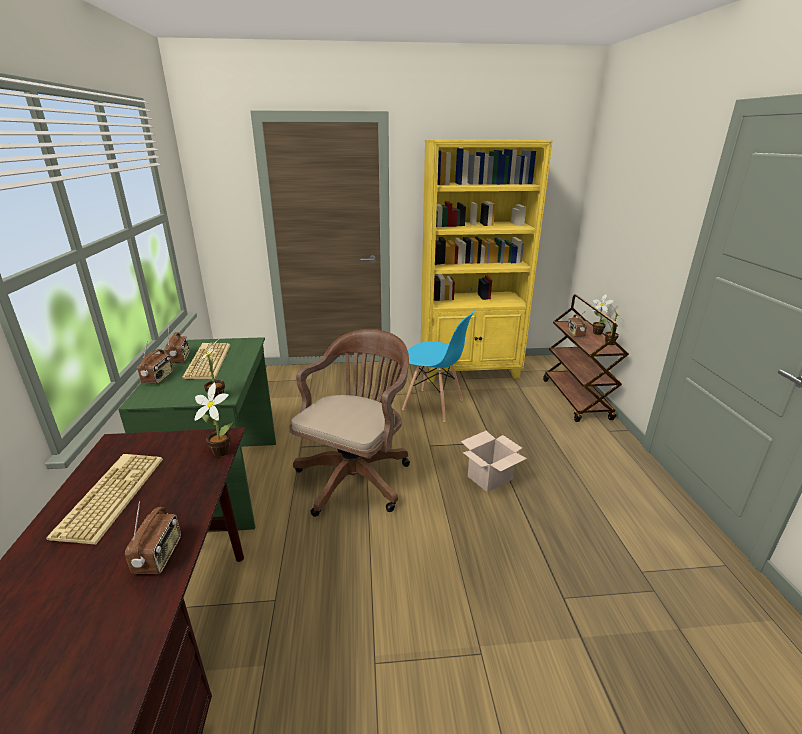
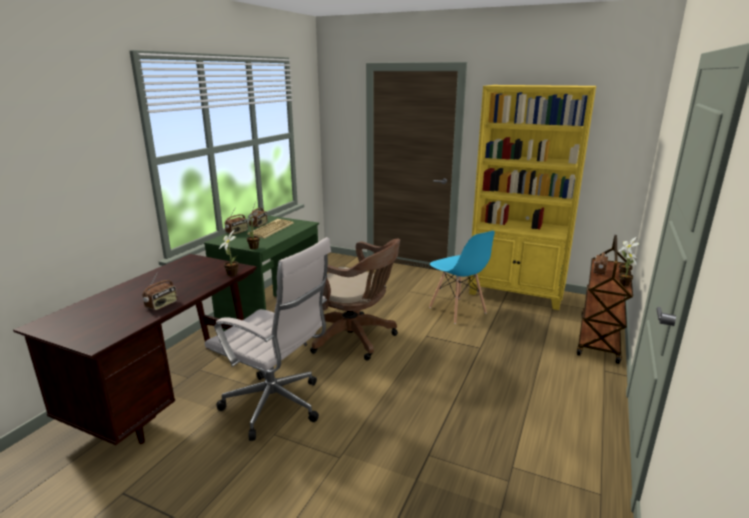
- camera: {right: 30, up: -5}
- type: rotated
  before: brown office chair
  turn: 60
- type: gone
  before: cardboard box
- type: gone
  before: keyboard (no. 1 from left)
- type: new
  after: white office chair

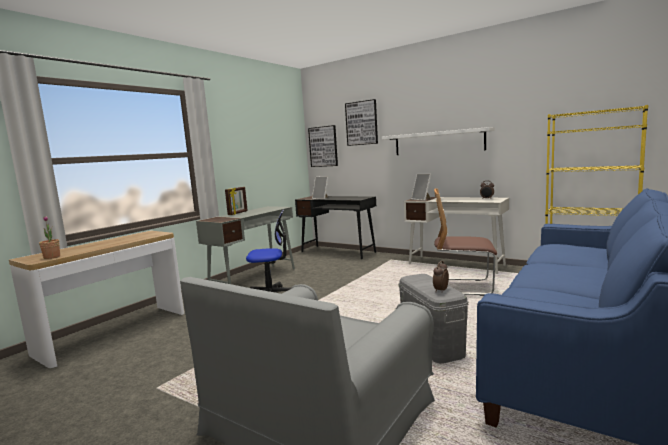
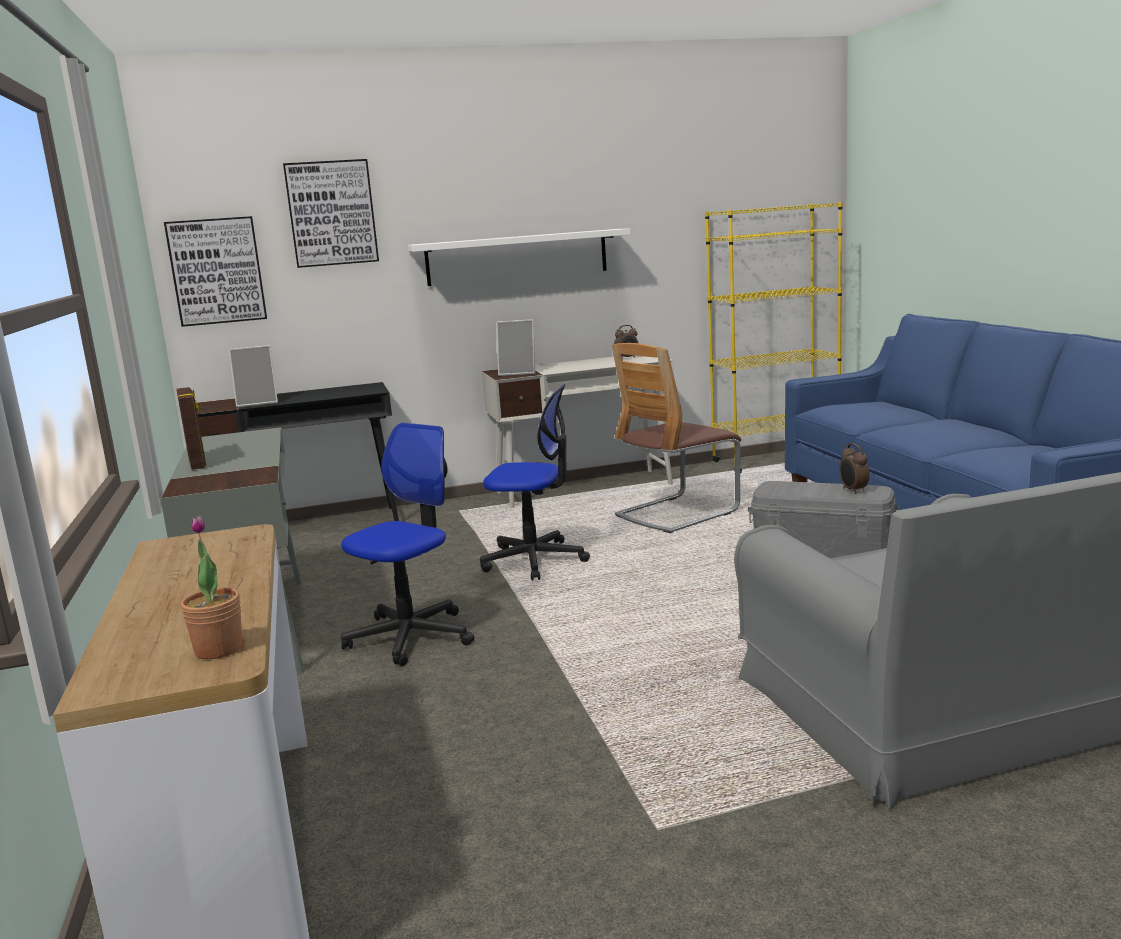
- camera: {right: -50, up: 5}
- type: new
  after: office chair (no. 2 from left)

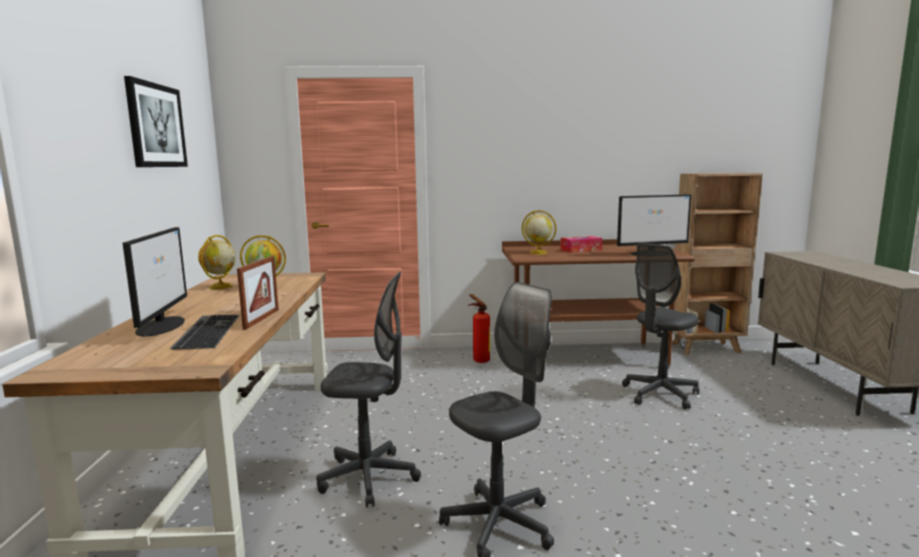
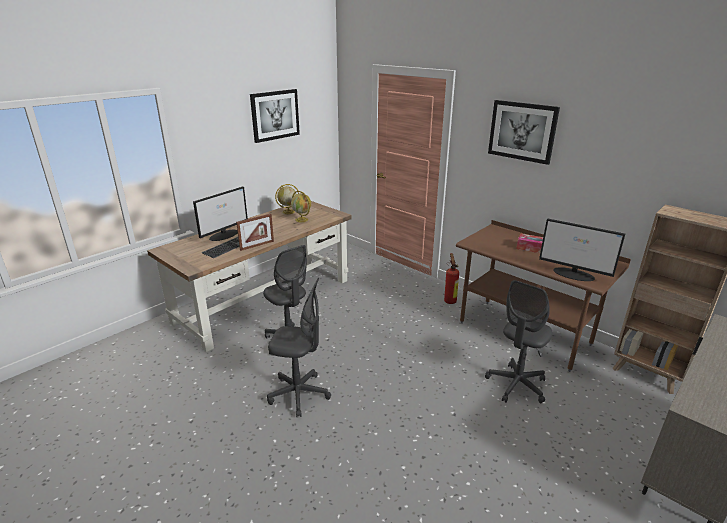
- camera: {right: 45, up: 15}
- type: gone
  before: globe (no. 3 from left)
- type: rotated
  before: grey office chair (no. 3 from left)
  turn: -60
- type: new
  after: picture (no. 2 from left)

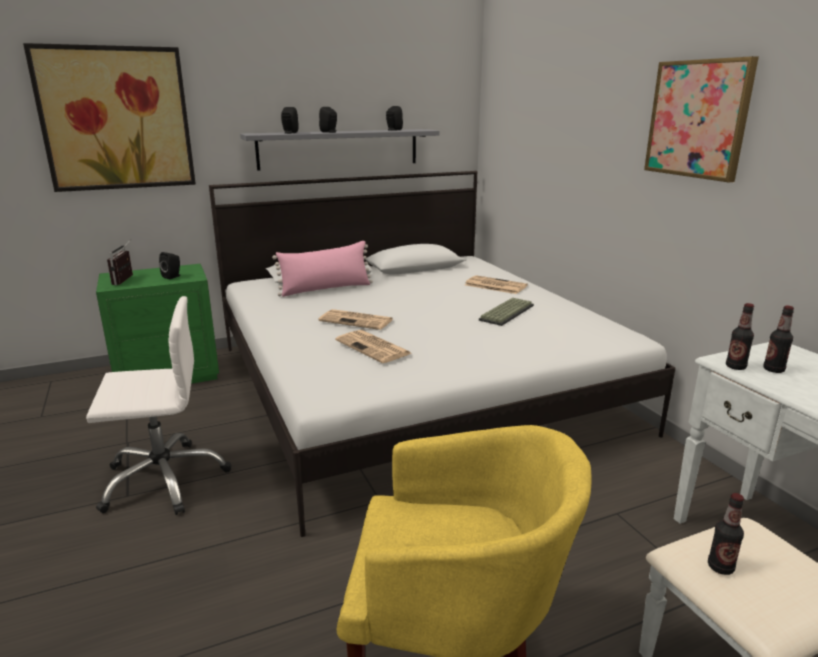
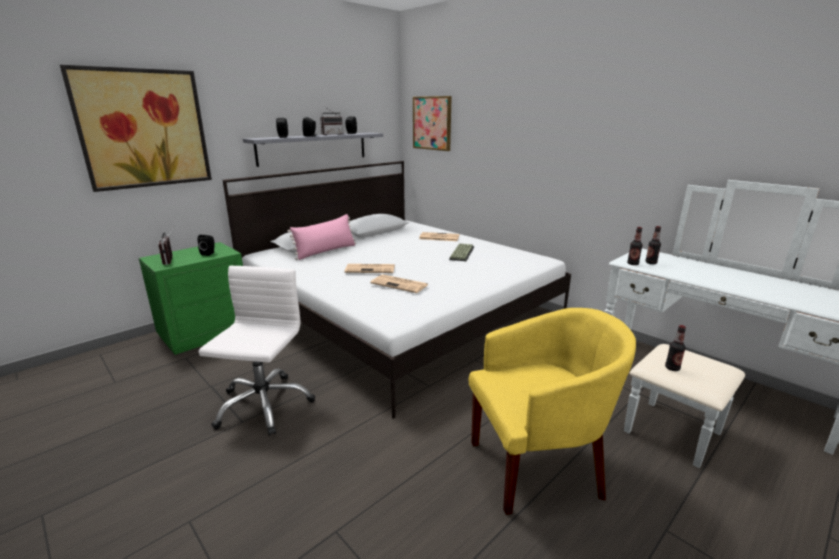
- camera: {right: -20, up: 0}
- type: shifted
  before: picture (no. 2 from left)
- type: rotated
  before: white office chair
  turn: -45
- type: new
  after: radio (no. 2 from left)

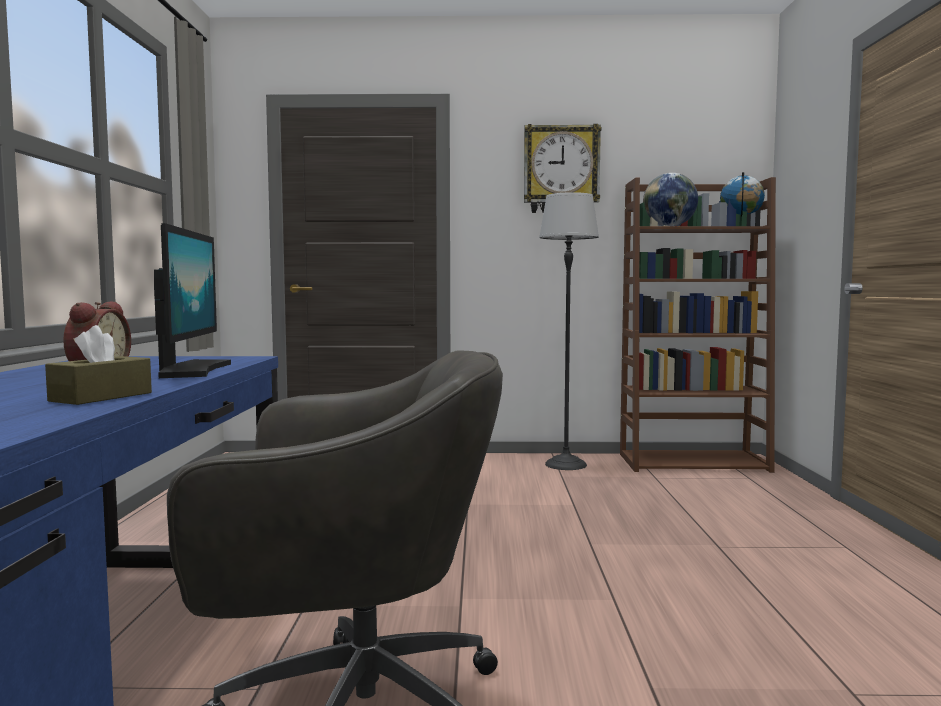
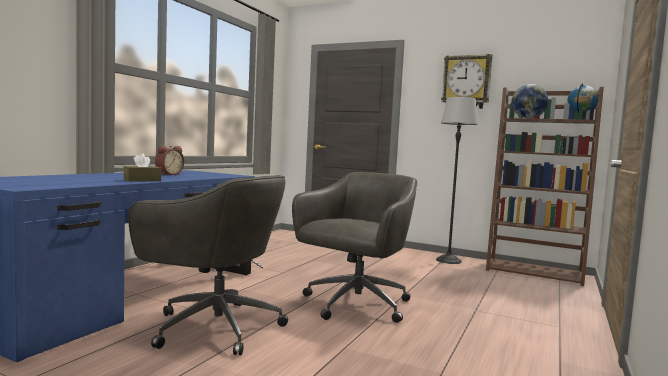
- camera: {right: 25, up: 0}
- type: gone
  before: monitor
- type: new
  after: grey office chair (no. 2 from left)

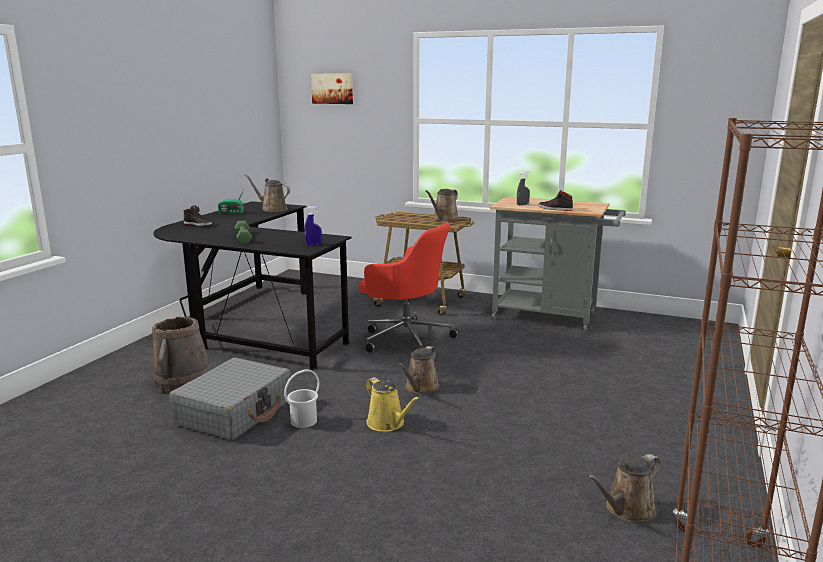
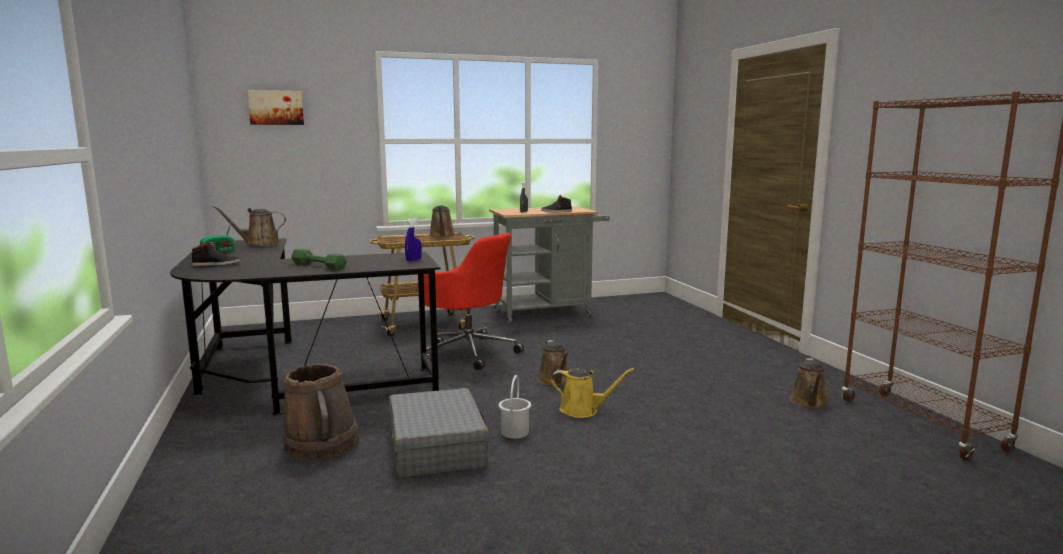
- camera: {right: -40, up: -5}
- type: rotated
  before: red office chair
  turn: 45

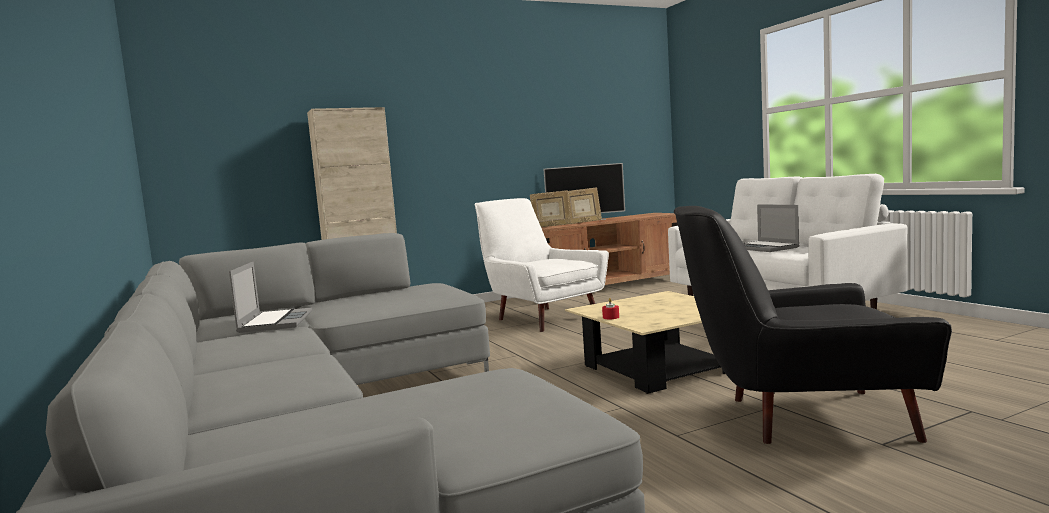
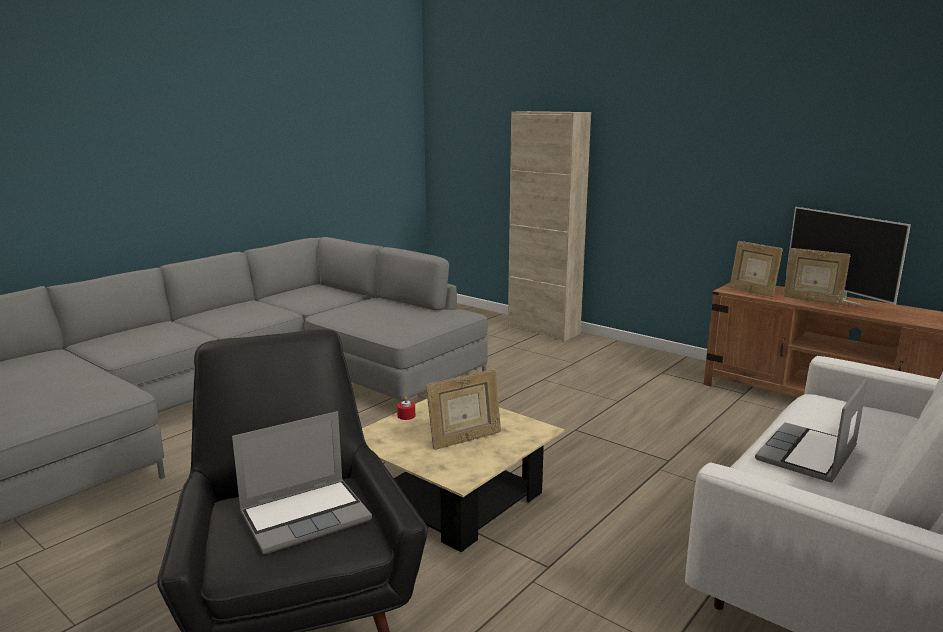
- camera: {right: 65, up: 10}
- type: gone
  before: white armchair
- type: shifted
  before: laptop (no. 1 from left)
- type: new
  after: picture frame (no. 1 from left)

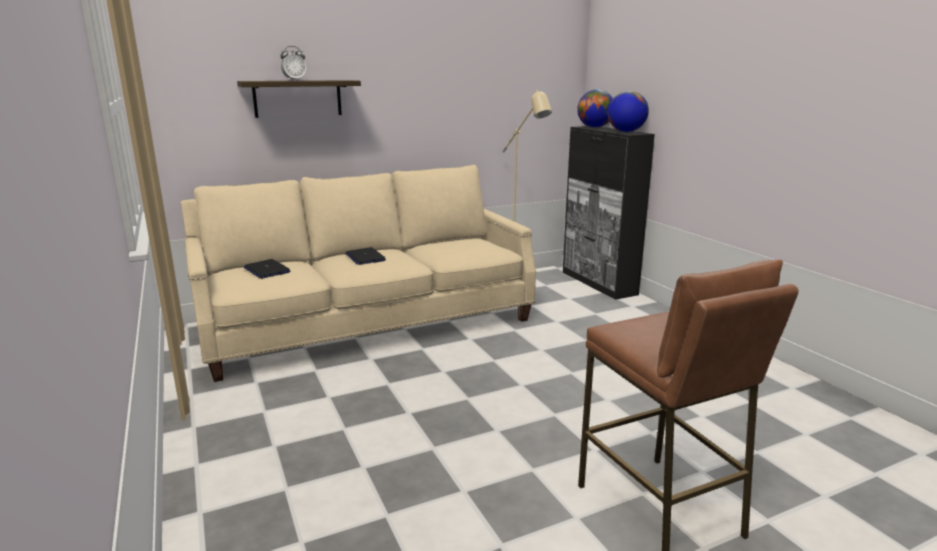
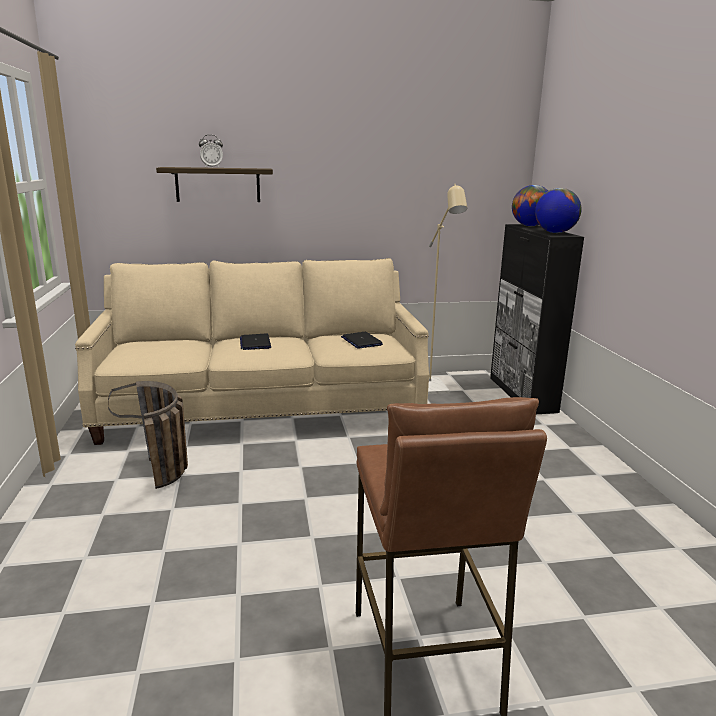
- camera: {right: 15, up: 0}
- type: shifted
  before: laptop (no. 1 from left in the first image)
  after: laptop (no. 2 from left)
- type: new
  after: basket

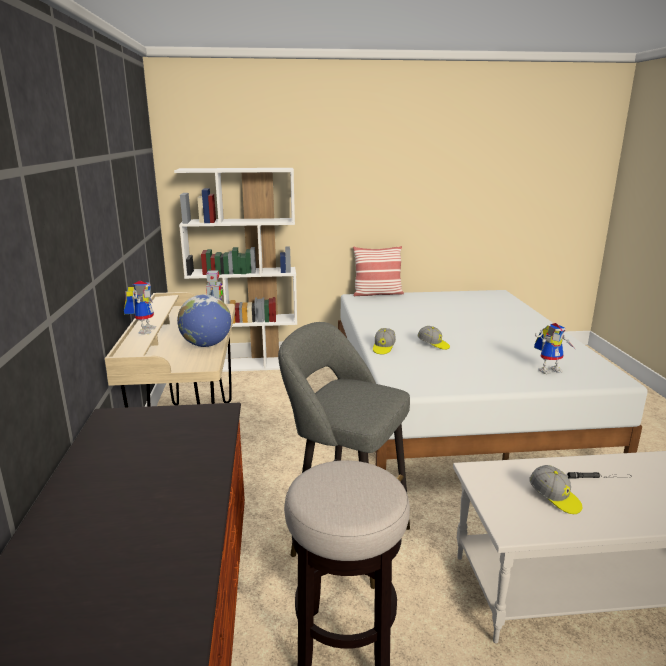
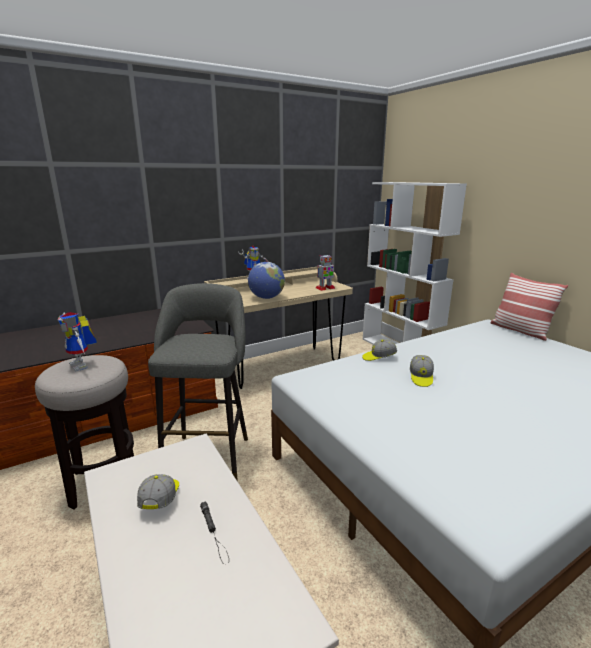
- camera: {right: 65, up: 0}
- type: shifted
  before: toy robot (no. 3 from left in the first image)
  after: toy robot (no. 1 from left)
- type: rotated
  before: cap (no. 3 from left in the first image)
  turn: 150

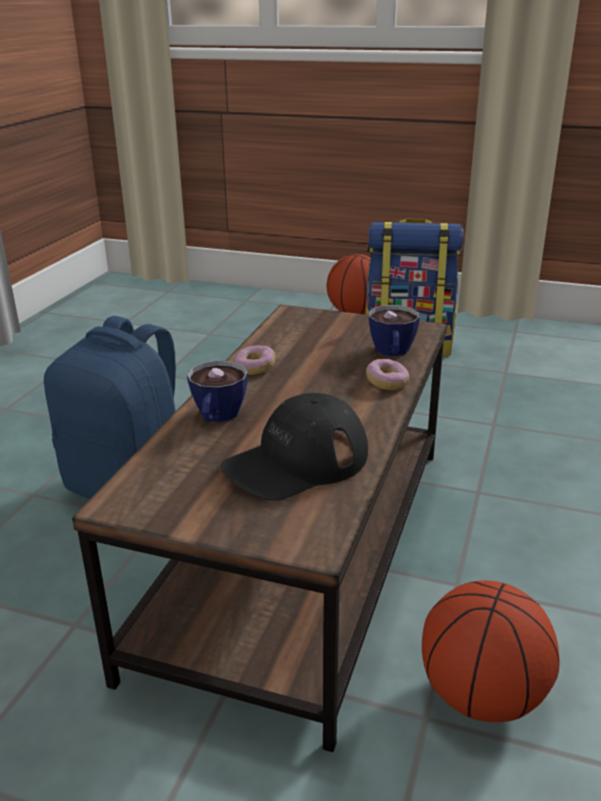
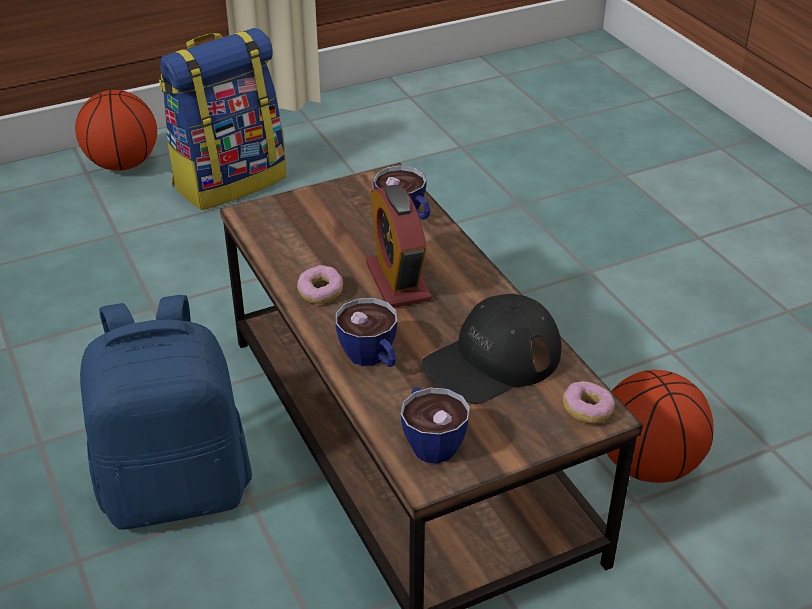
- camera: {right: -45, up: 10}
- type: shifted
  before: donut (no. 2 from left)
- type: rotated
  before: black cap
  turn: 45
- type: new
  after: alarm clock
- type: new
  after: cup (no. 3 from left)

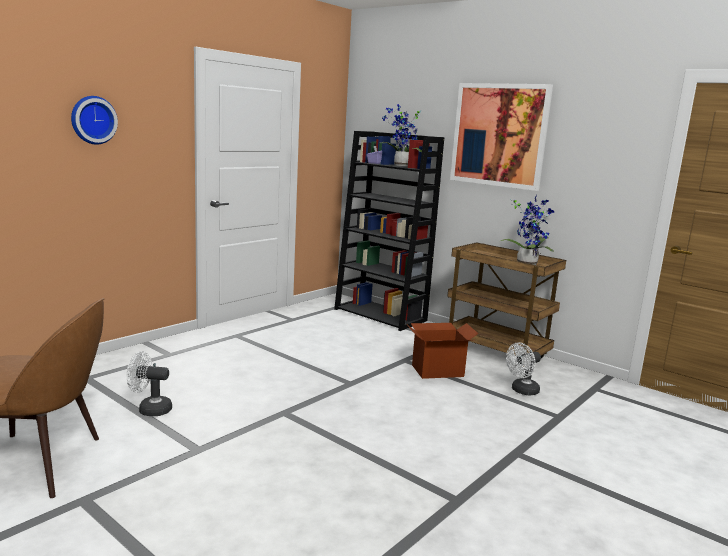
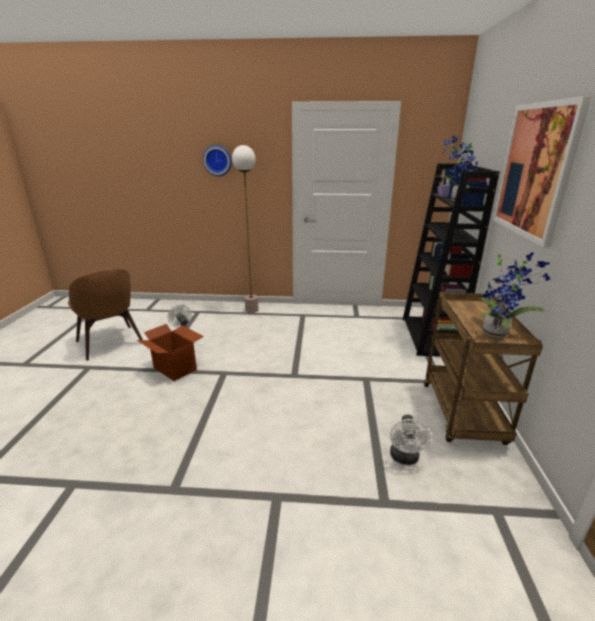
- camera: {right: 55, up: 10}
- type: shifted
  before: cardboard box
- type: rotated
  before: white fan (no. 2 from left)
  turn: -105
- type: new
  after: floor lamp

